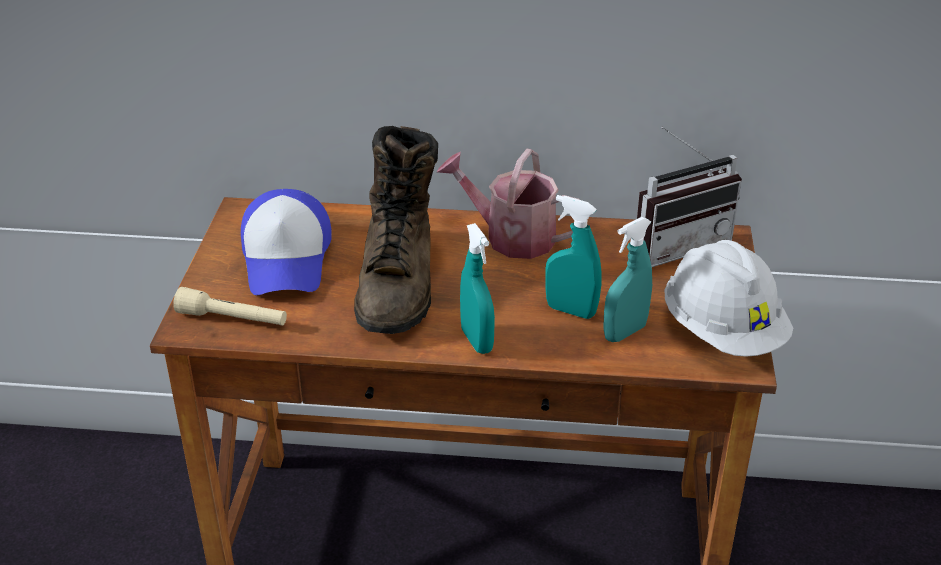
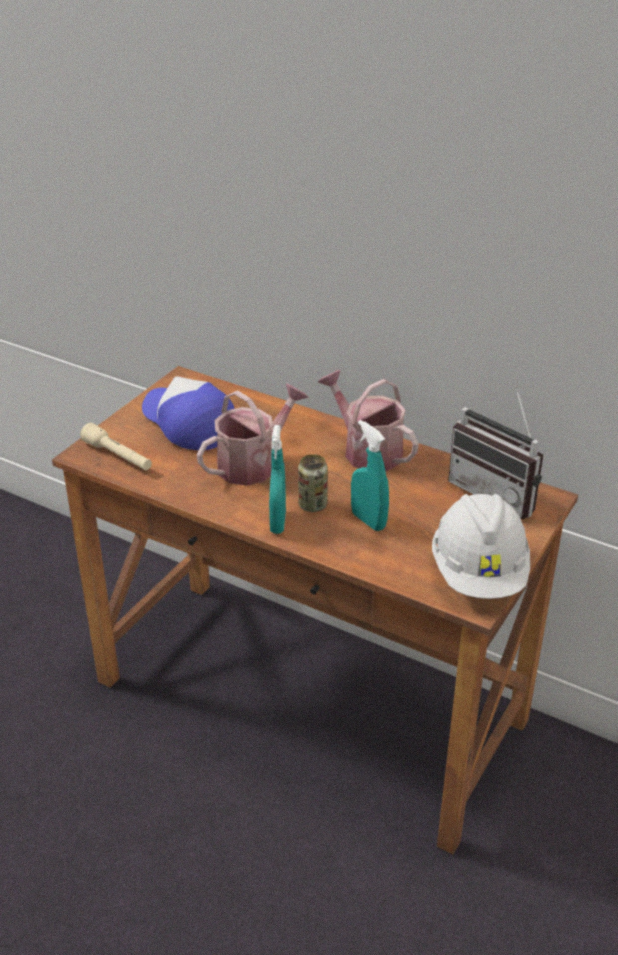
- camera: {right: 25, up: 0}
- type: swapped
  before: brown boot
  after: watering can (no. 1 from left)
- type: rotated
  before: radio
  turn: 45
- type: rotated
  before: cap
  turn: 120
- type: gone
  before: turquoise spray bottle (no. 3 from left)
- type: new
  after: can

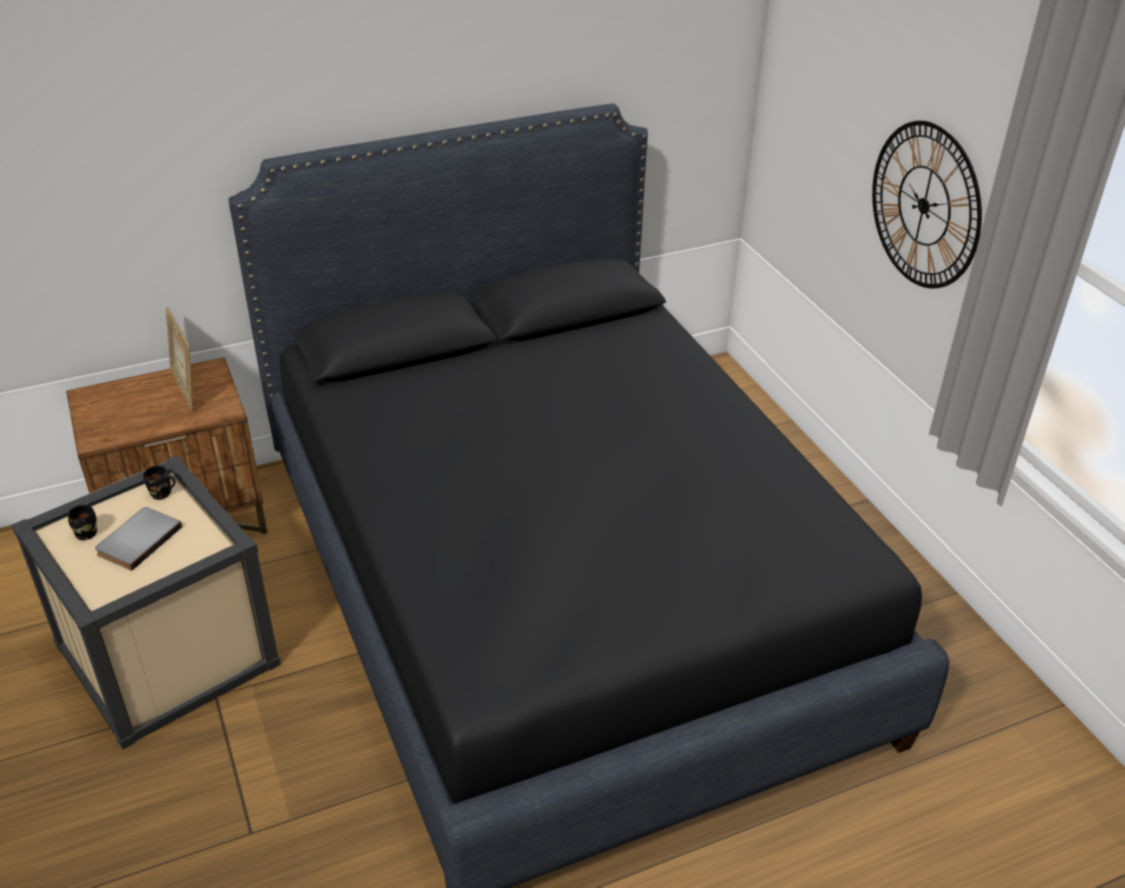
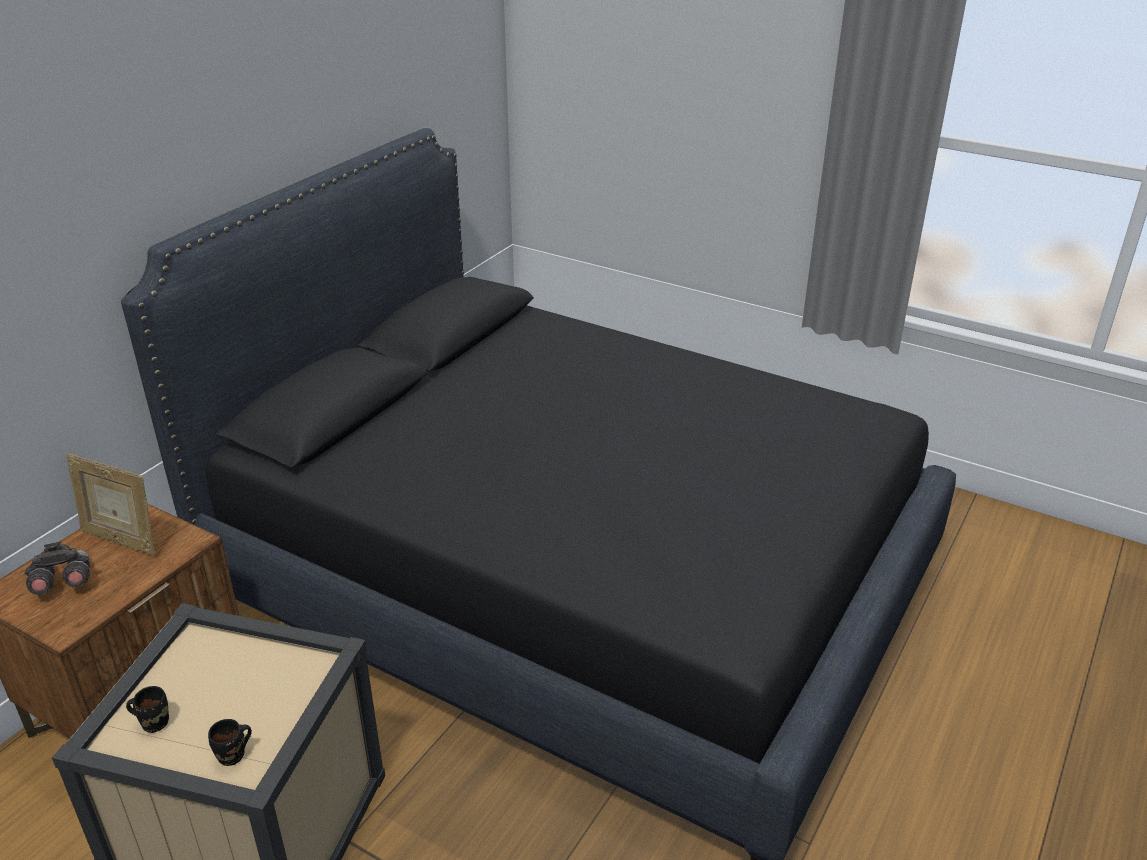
- camera: {right: -35, up: -5}
- type: gone
  before: wall clock
- type: shifted
  before: black mug (no. 2 from left)
- type: gone
  before: grey book
- type: new
  after: grey binoculars

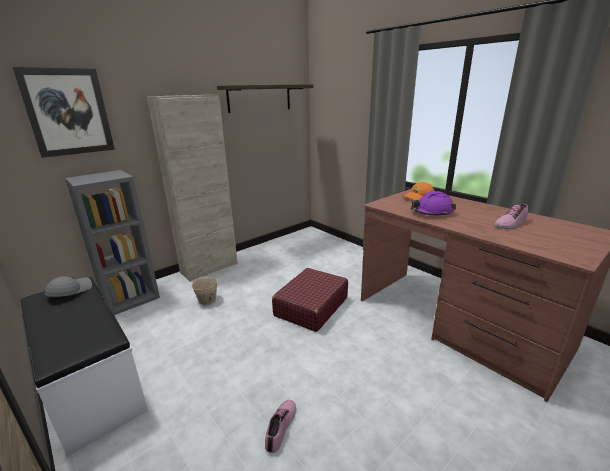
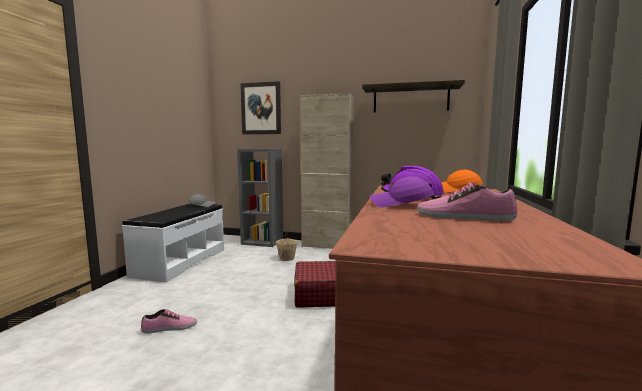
- camera: {right: 55, up: -15}
- type: new
  after: purple cap

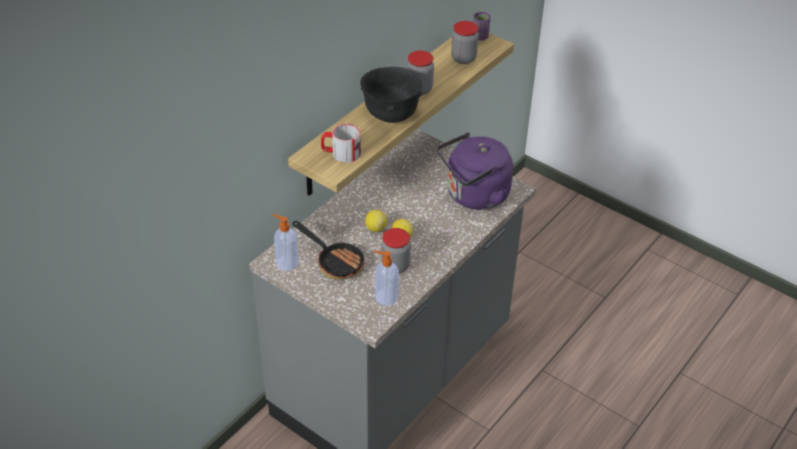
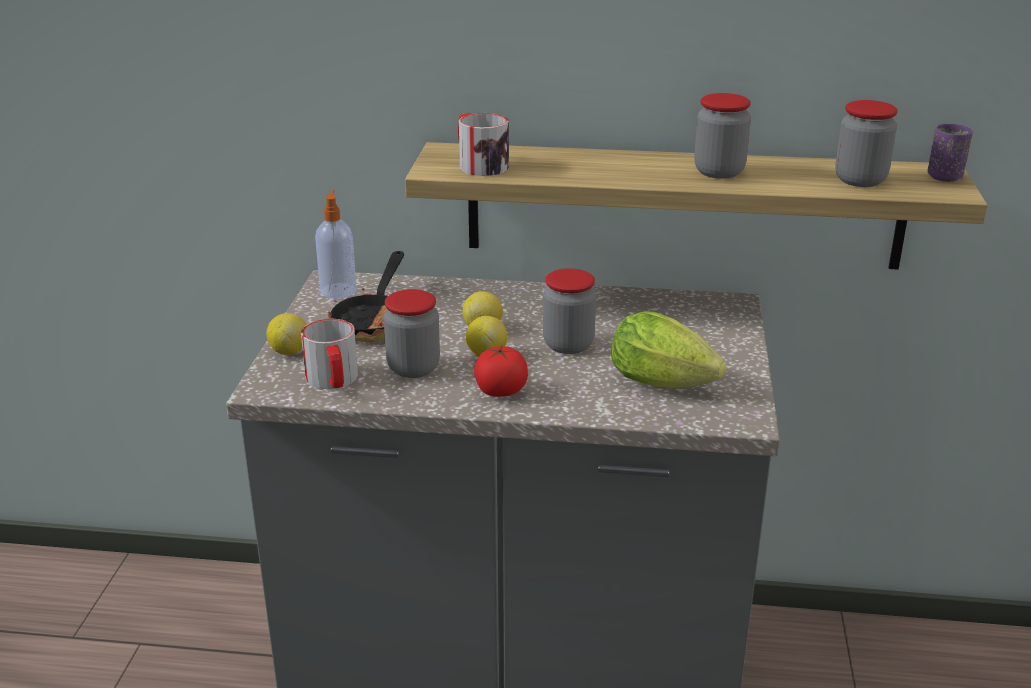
- camera: {right: 60, up: -15}
- type: gone
  before: black bowl
- type: swapped
  before: purple kettle
  after: lettuce
- type: swapped
  before: soap dispenser (no. 2 from left)
  after: mug (no. 1 from left)
- type: new
  after: jar (no. 2 from left)
- type: new
  after: lemon (no. 1 from left)
- type: new
  after: tomato

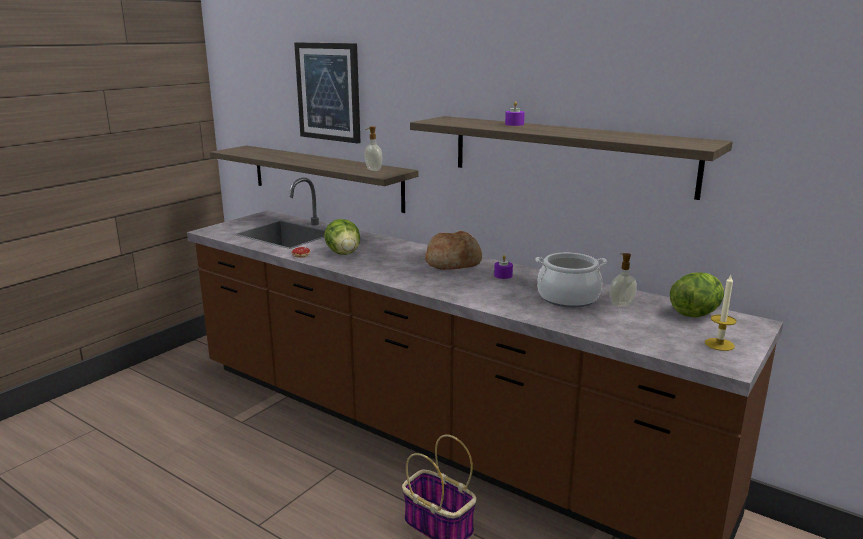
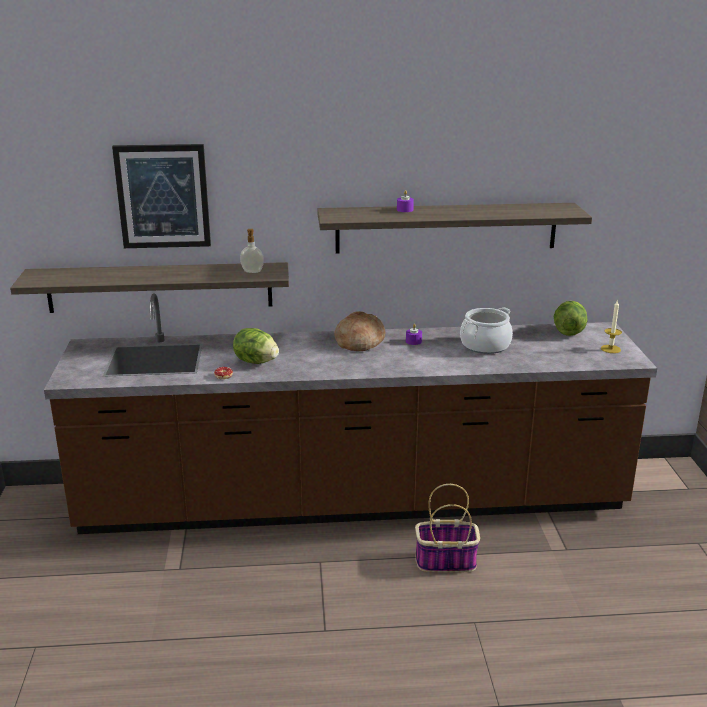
- camera: {right: -40, up: 5}
- type: gone
  before: soap dispenser (no. 2 from left)

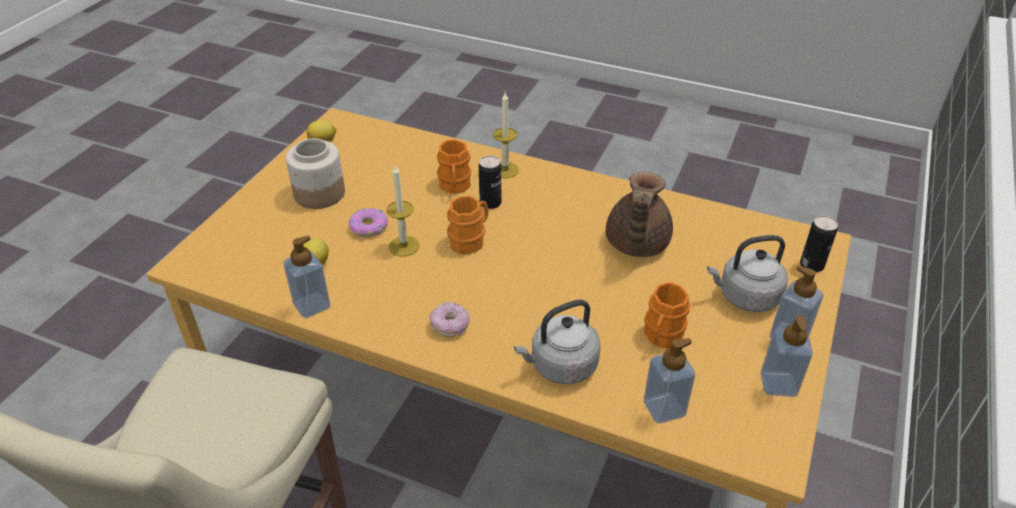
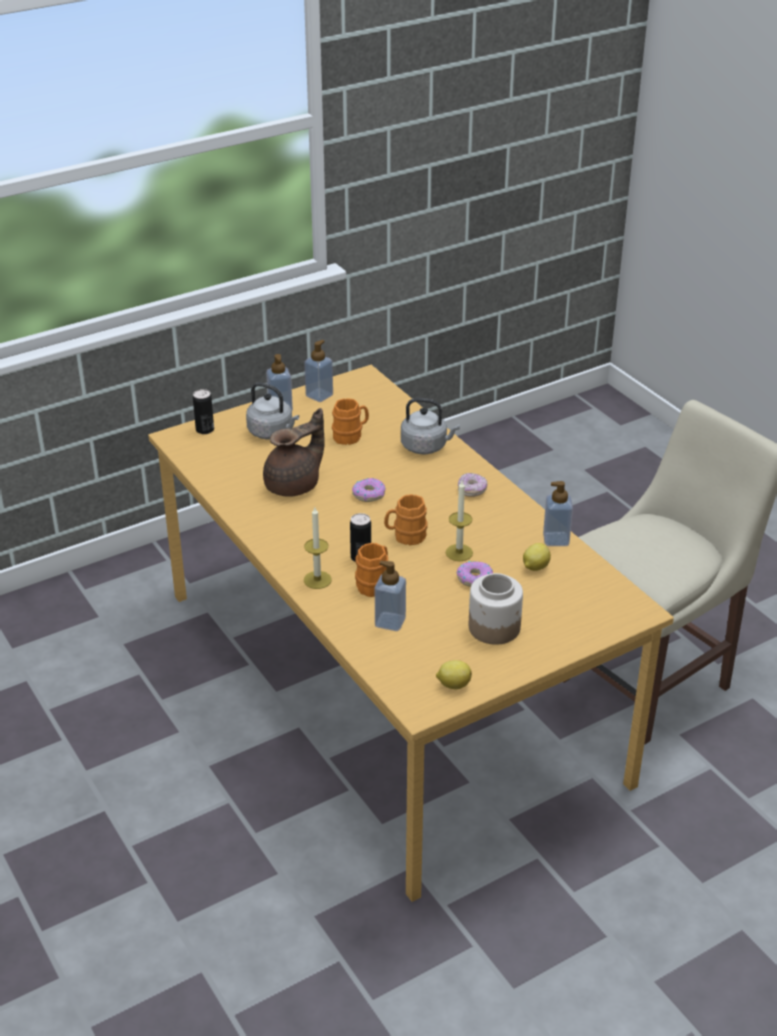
- camera: {right: -145, up: -5}
- type: shifted
  before: soap dispenser (no. 2 from left in the first image)
  after: soap dispenser (no. 3 from left)
- type: new
  after: donut (no. 1 from left)

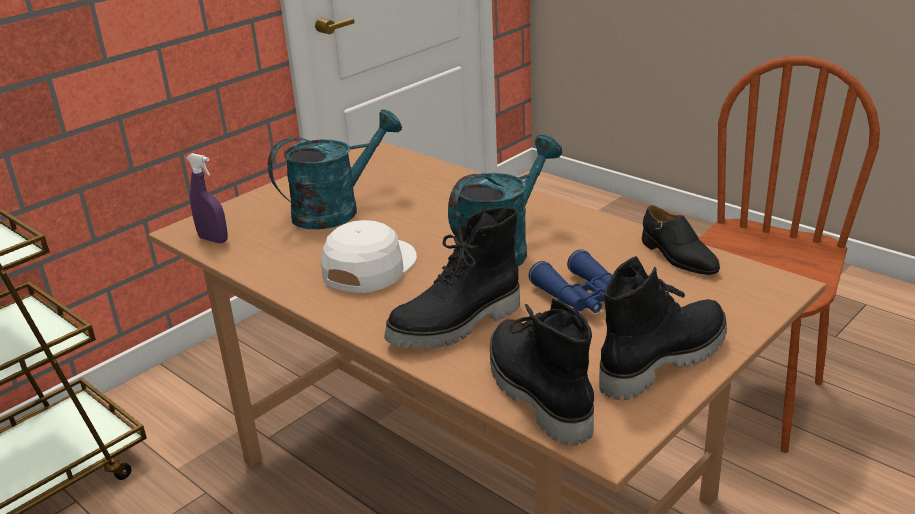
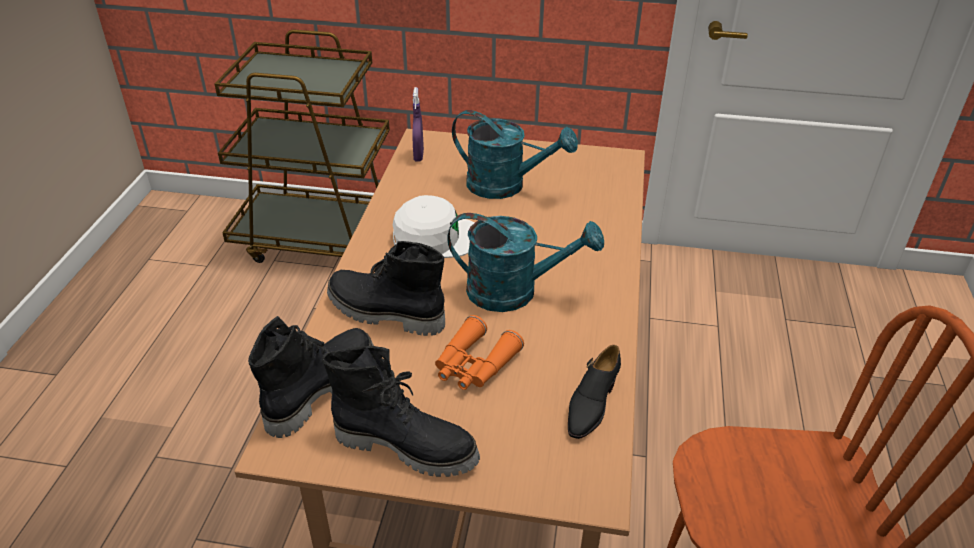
- camera: {right: 55, up: 10}
- type: repainted
  before: blue binoculars
  after: orange binoculars

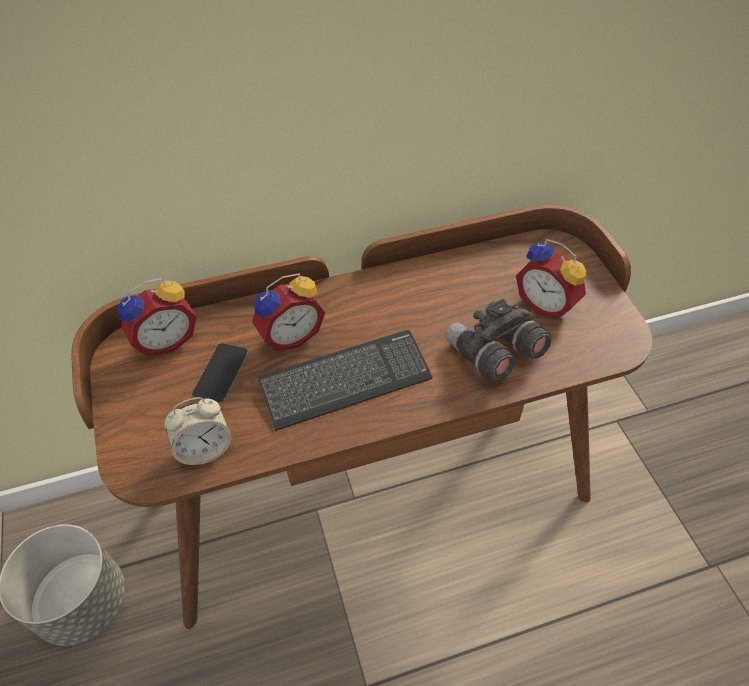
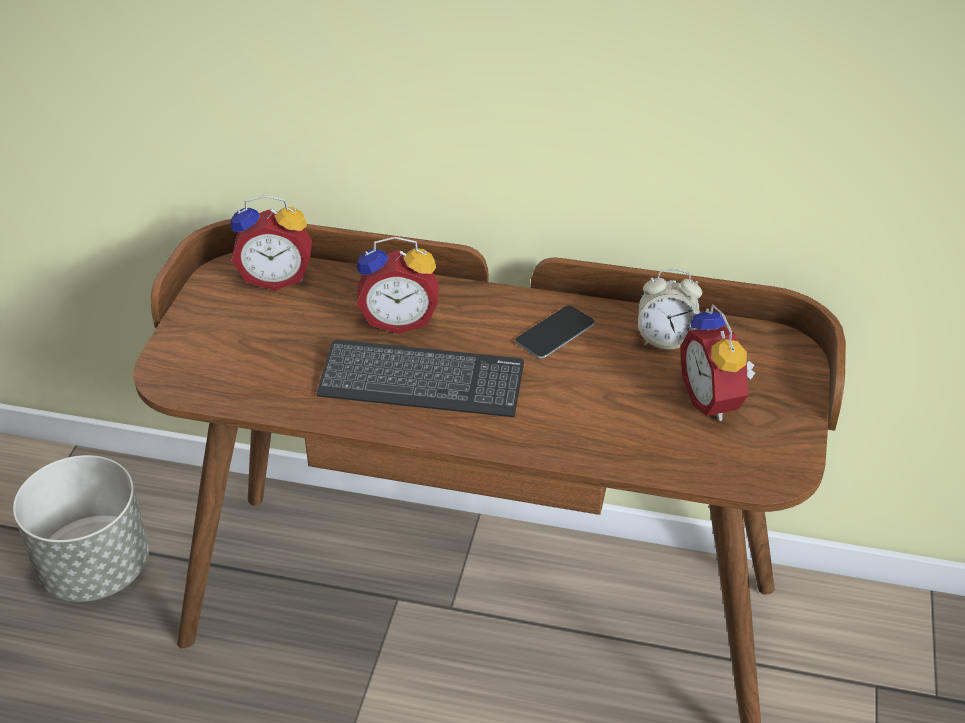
- camera: {right: 30, up: -10}
- type: gone
  before: grey binoculars
- type: shifted
  before: phone
- type: shifted
  before: alarm clock (no. 2 from left in the first image)
  after: alarm clock (no. 3 from left)

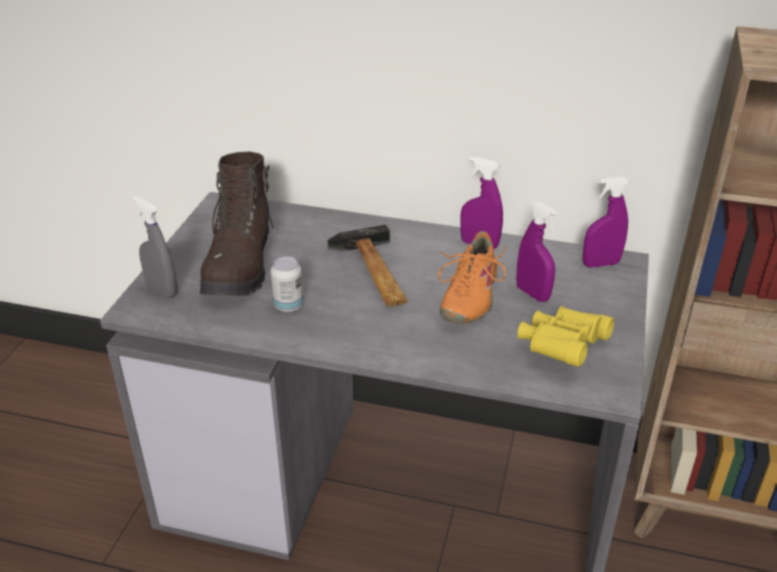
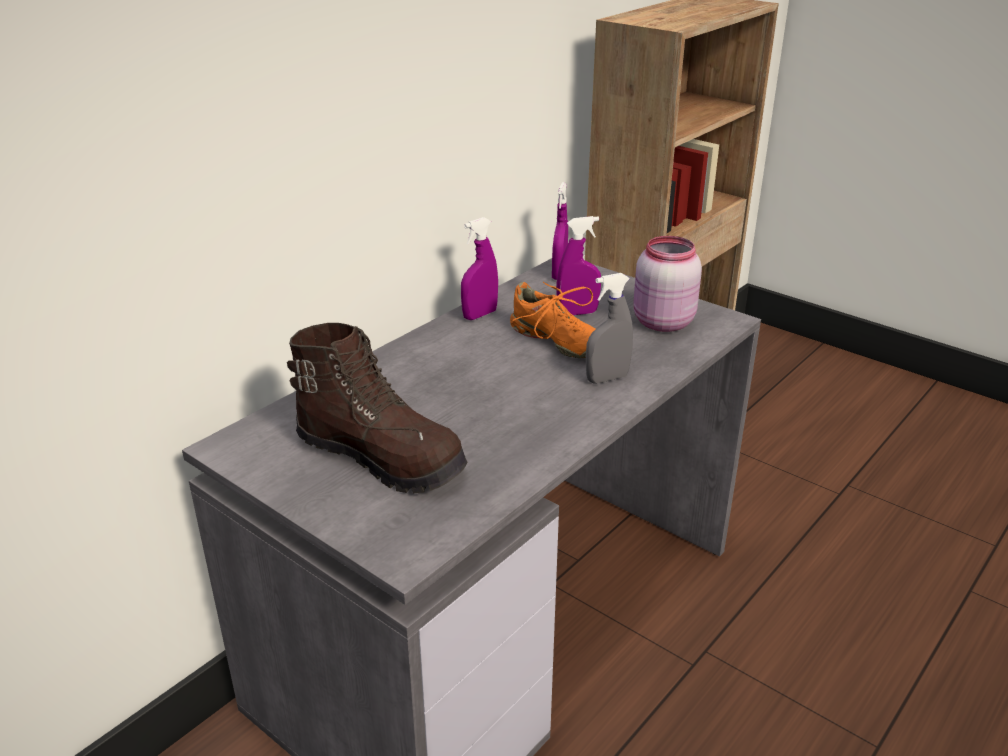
- camera: {right: -65, up: -5}
- type: shifted
  before: grey spray bottle
- type: gone
  before: hammer
- type: gone
  before: can
- type: swapped
  before: yellow binoculars
  after: pink jar

